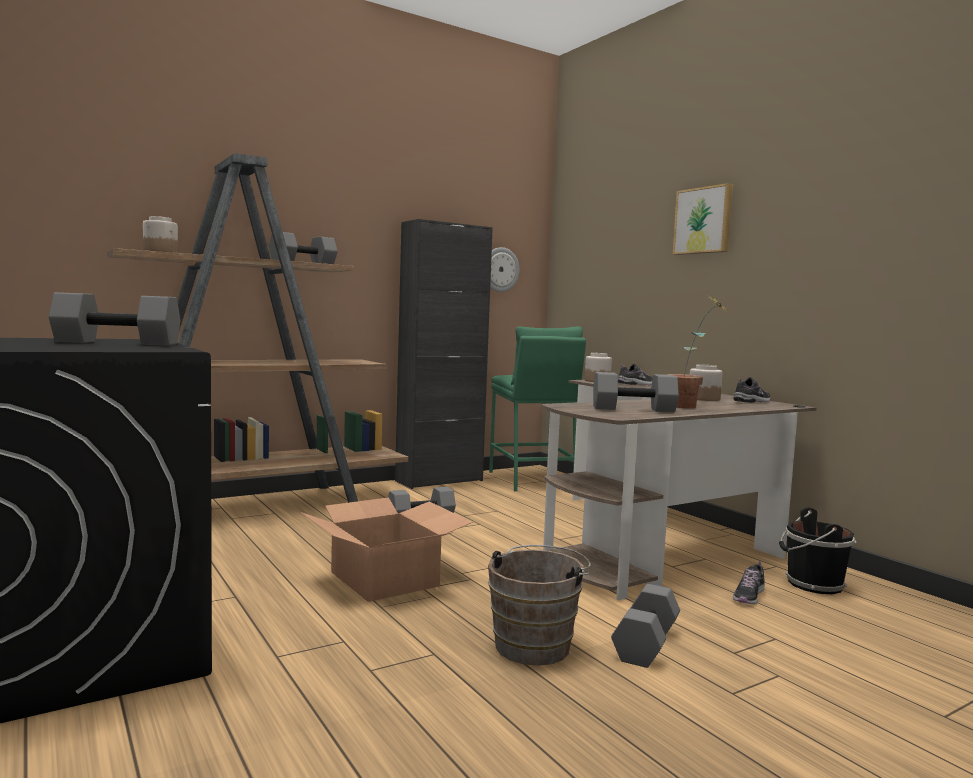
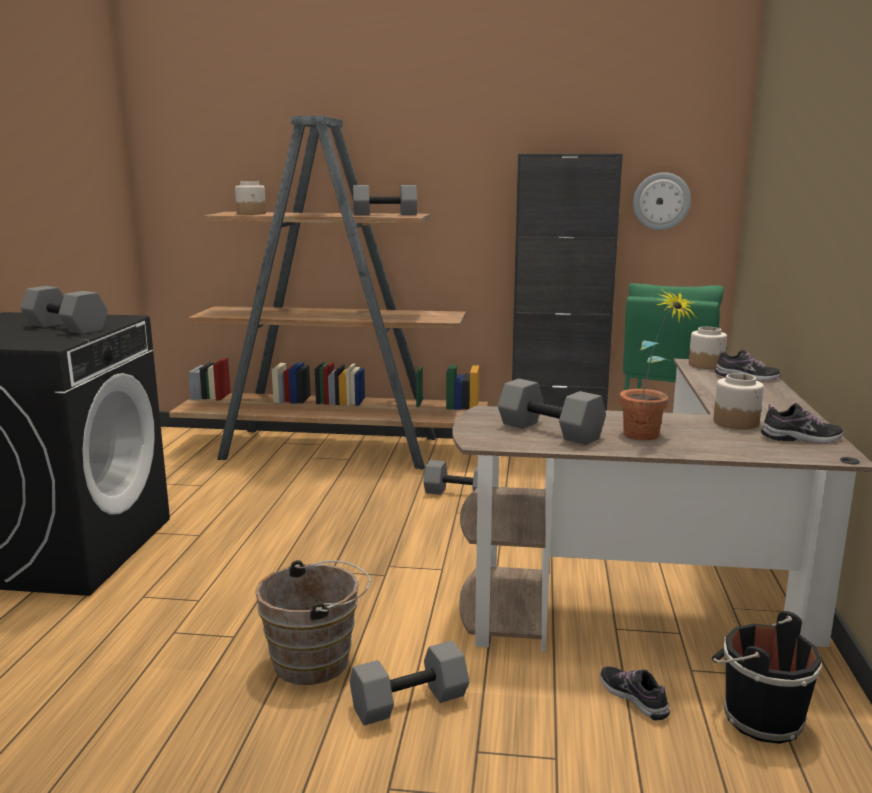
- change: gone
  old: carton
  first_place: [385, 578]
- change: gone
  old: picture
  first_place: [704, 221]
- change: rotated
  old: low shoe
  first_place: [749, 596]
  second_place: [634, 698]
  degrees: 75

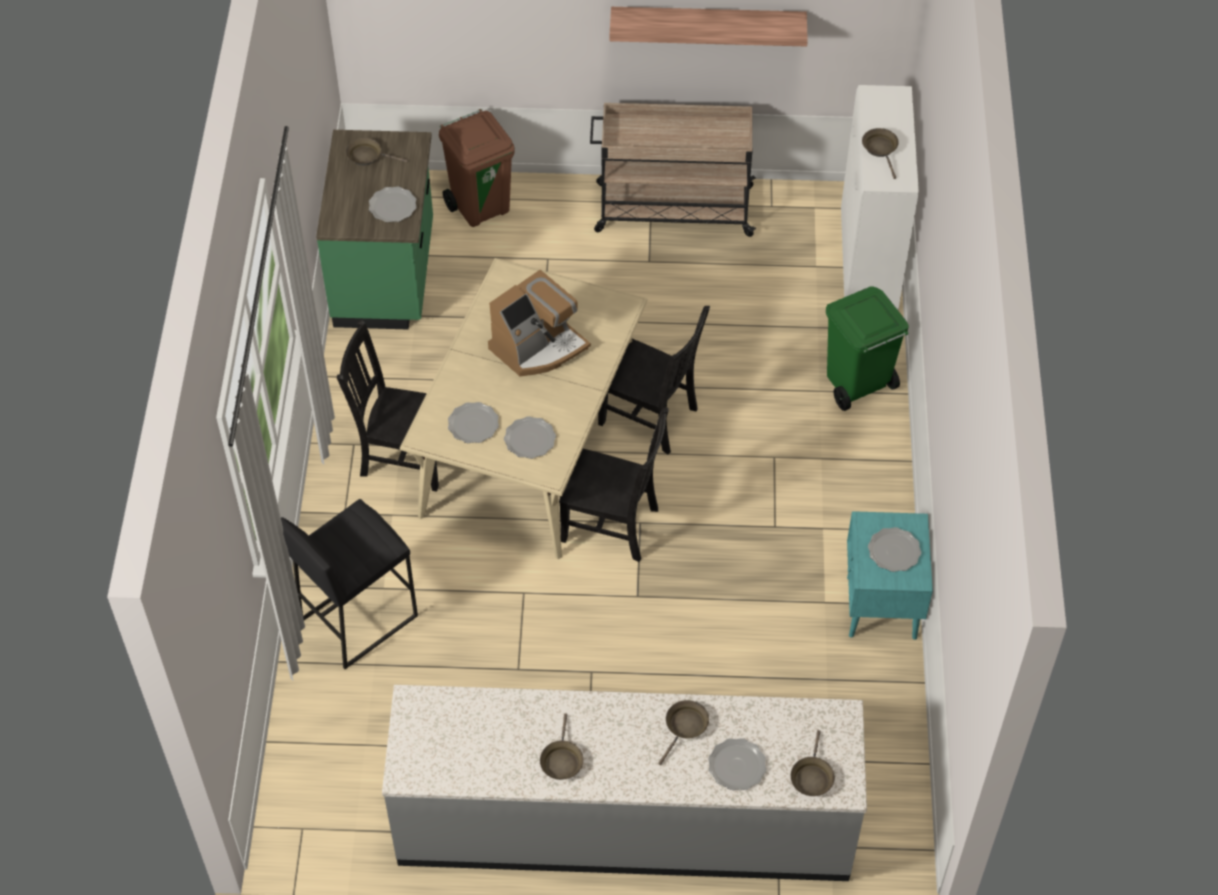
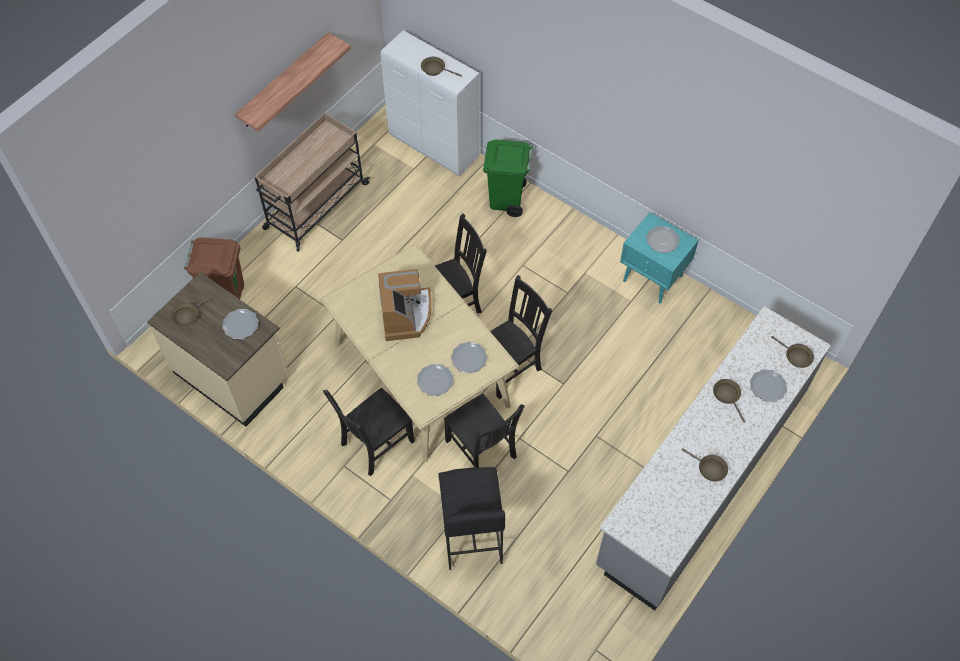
- change: repainted
  old: counter in green
  new: counter in beige
  first_place: [387, 276]
  second_place: [232, 375]
- change: new
  new: chair in blackish
  second_place: [482, 451]

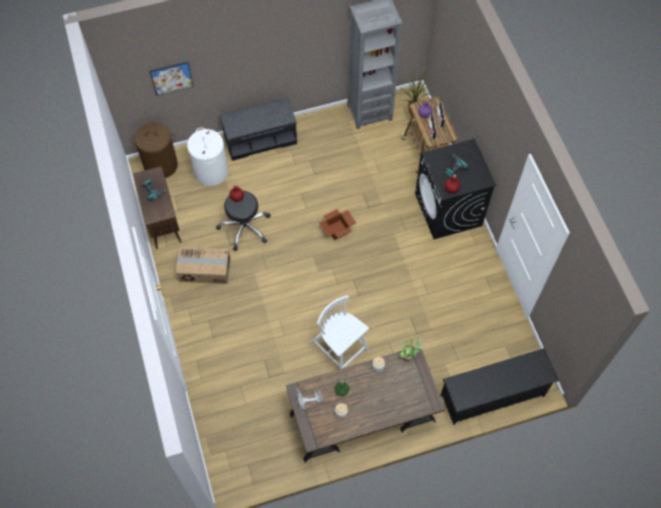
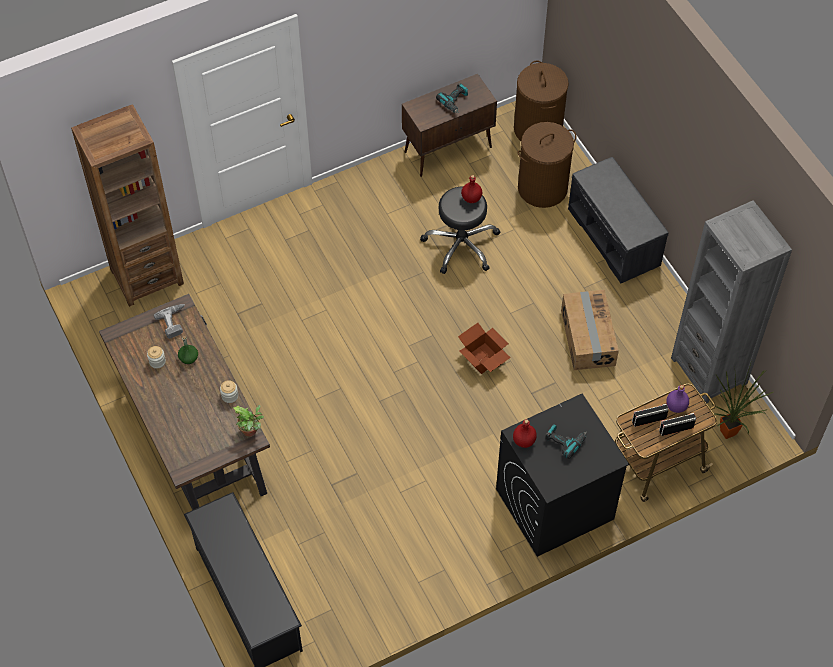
- change: gone
  old: picture
  first_place: [171, 78]
- change: shifted
  old: carton
  first_place: [204, 270]
  second_place: [587, 338]
- change: repainted
  old: laundry basket in white
  new: laundry basket in brown-coloured
  first_place: [211, 171]
  second_place: [542, 188]
- change: gone
  old: chair in white
  first_place: [339, 348]
- change: new
  new: bookcase in brown-coloured
  second_place: [147, 276]

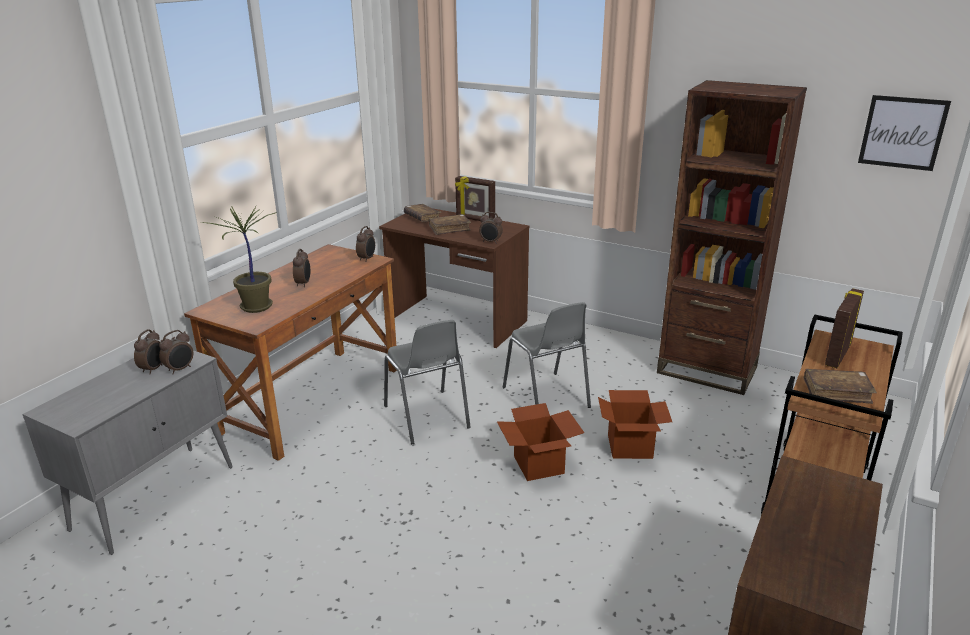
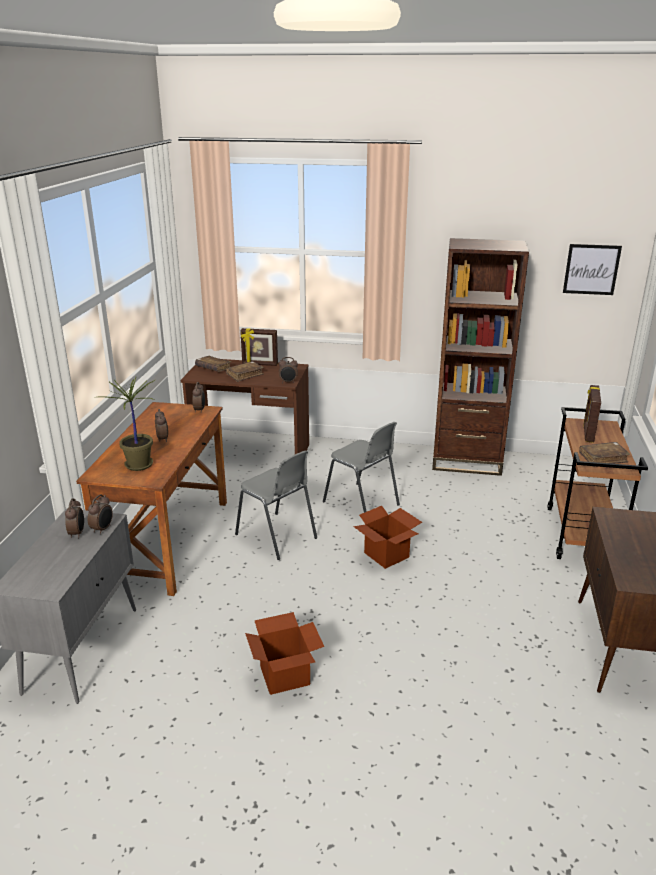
- change: shifted
  old: carton
  first_place: [629, 447]
  second_place: [284, 676]

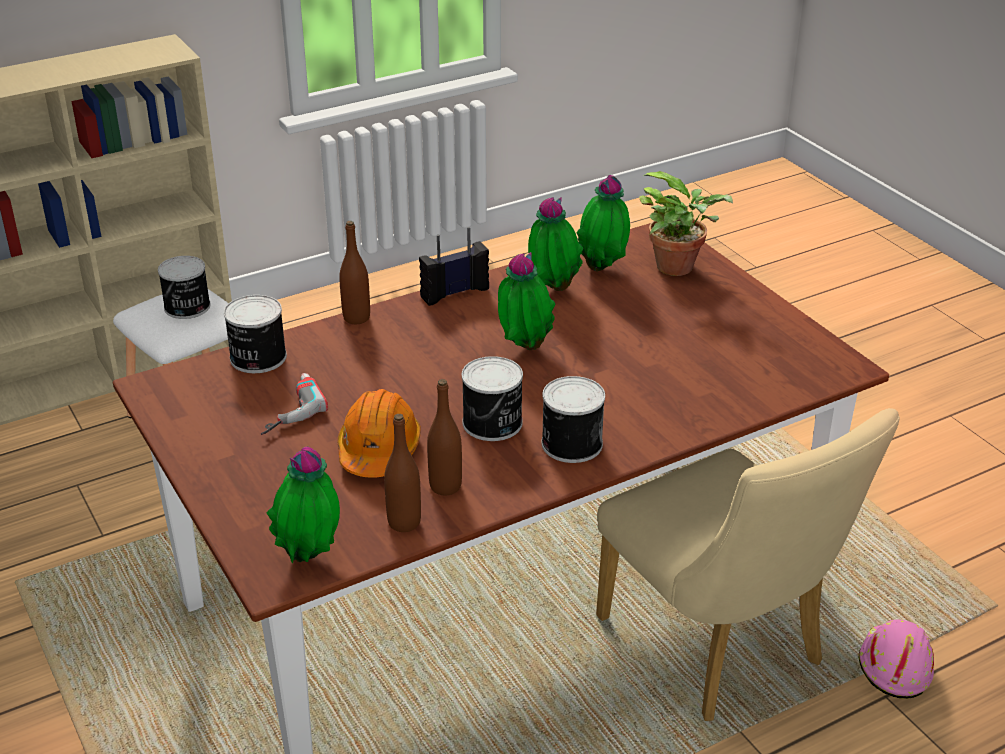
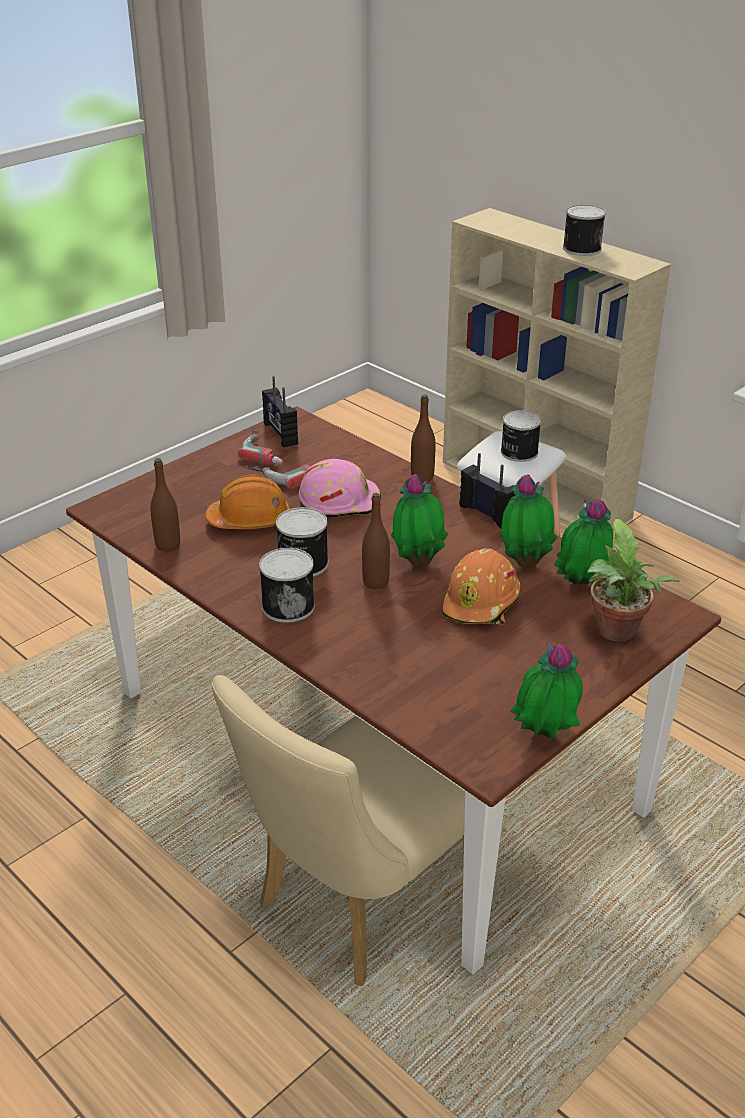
- change: shifted
  old: sealed can
  first_place: [257, 358]
  second_place: [580, 248]
- change: shifted
  old: houseplant
  first_place: [310, 558]
  second_place: [543, 738]
- change: shifted
  old: beverage bottle in brown-coloured
  first_place: [445, 486]
  second_place: [375, 582]
- change: shifted
  old: hard hat in pink
  first_place: [893, 665]
  second_place: [339, 500]
- change: new
  new: electric drill
  second_place: [266, 450]
- change: new
  new: radio set
  second_place: [280, 434]
- change: new
  new: hard hat in orange-coloured
  second_place: [482, 603]

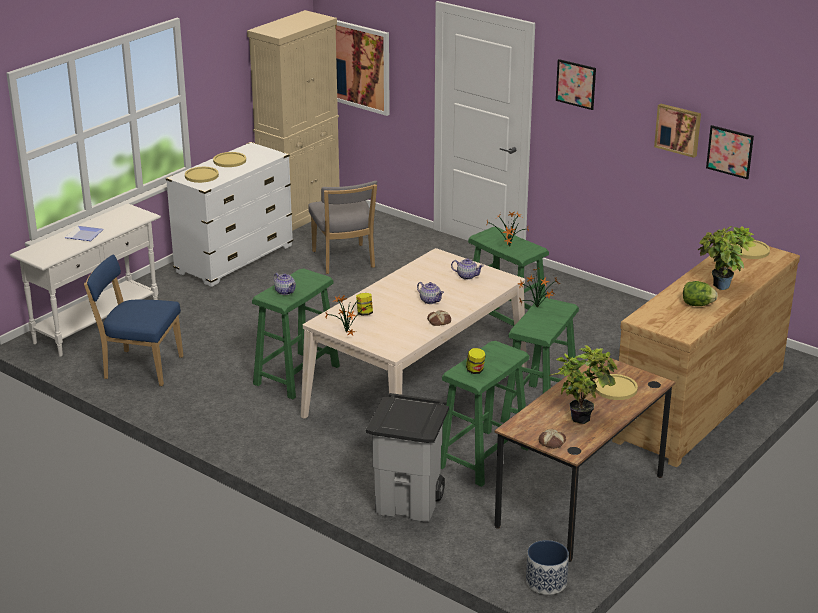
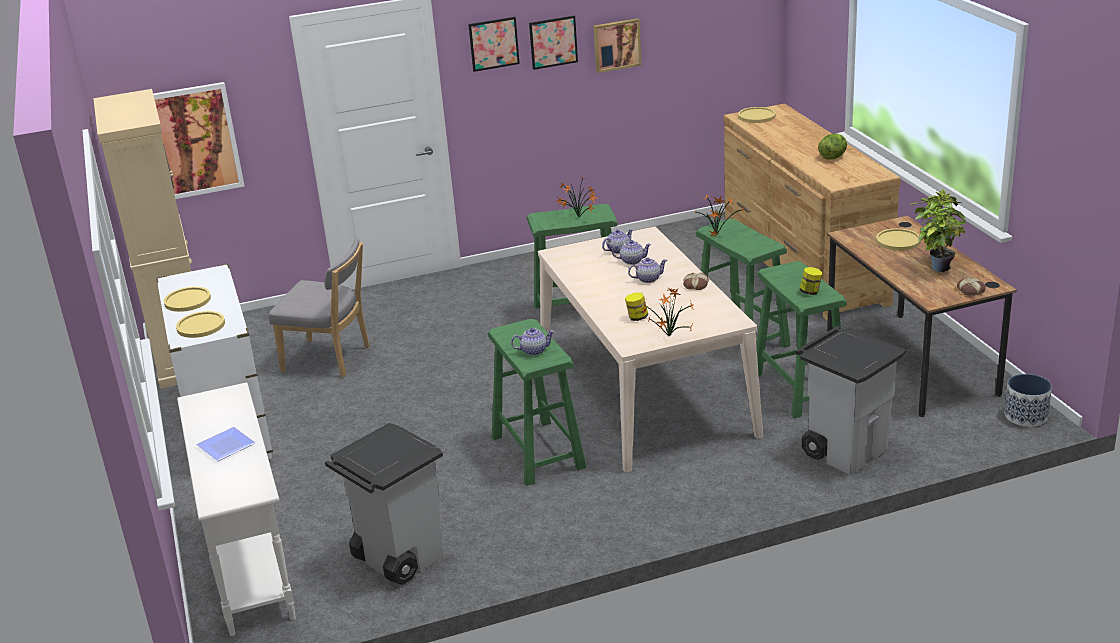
- change: swapped
  old: chair in bluish
  new: trash can in grey
  first_place: [139, 367]
  second_place: [397, 558]
- change: gone
  old: houseplant
  first_place: [721, 288]
- change: shifted
  old: picture
  first_place: [730, 151]
  second_place: [553, 42]
- change: new
  new: teapot
  second_place: [631, 261]

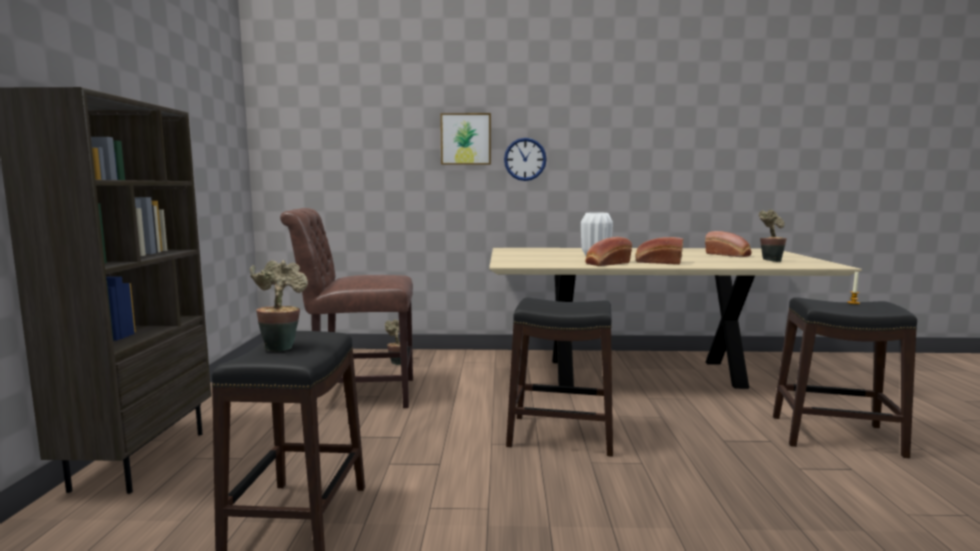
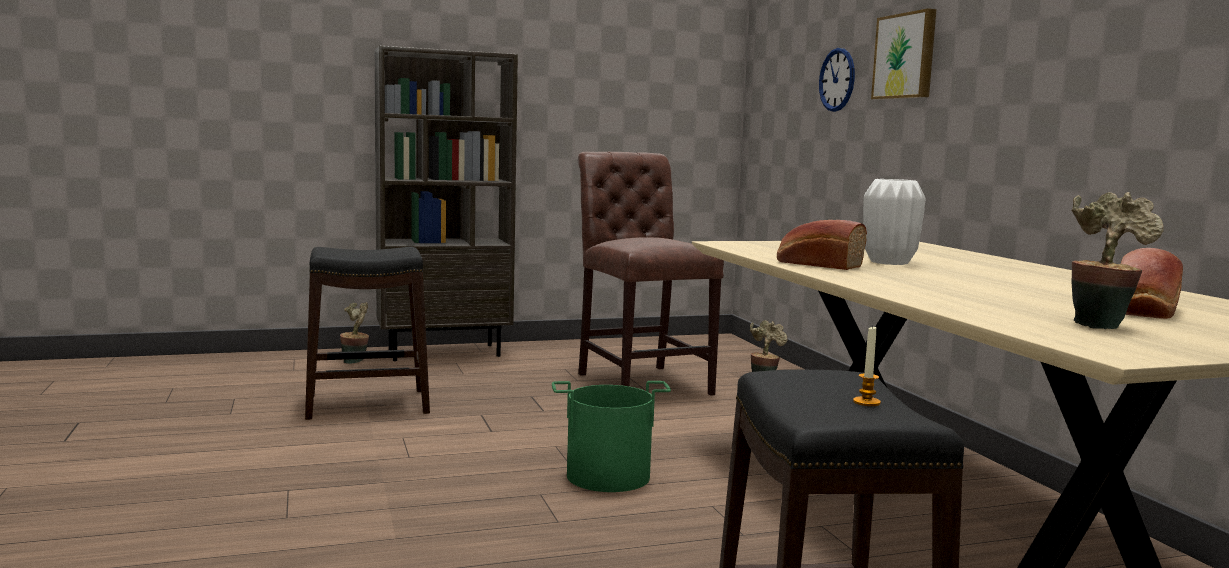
- change: shifted
  old: houseplant
  first_place: [281, 346]
  second_place: [356, 361]
- change: shifted
  old: wall clock
  first_place: [525, 159]
  second_place: [837, 80]
- change: swapped
  old: stool seat in blackish
  new: pail in green
  first_place: [561, 435]
  second_place: [608, 475]
- change: gone
  old: bakery bread
  first_place: [657, 262]

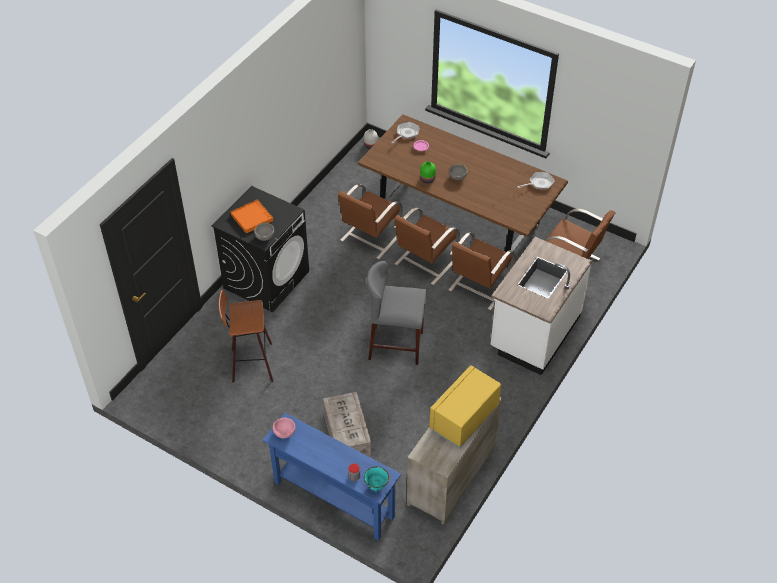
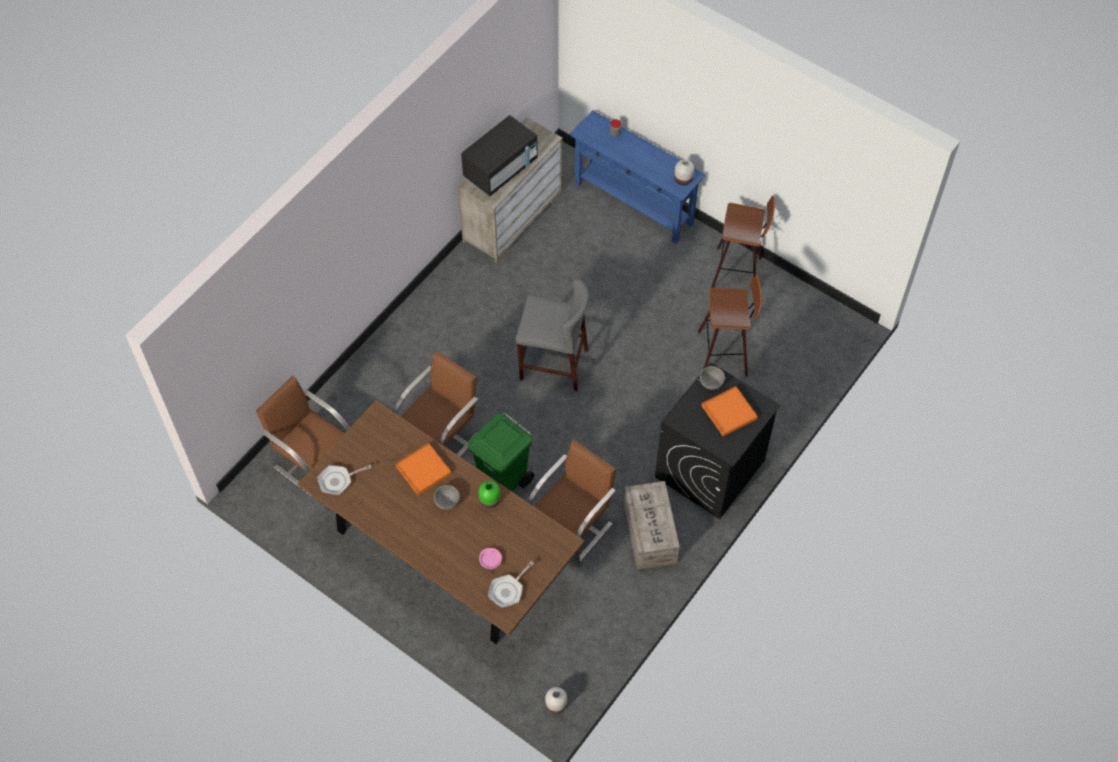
- change: swapped
  old: serving bowl in pink
  new: vase in white
  first_place: [284, 432]
  second_place: [683, 179]
- change: shifted
  old: shipping crate
  first_place: [348, 439]
  second_place: [649, 532]
- change: gone
  old: serving bowl in turquoise
  first_place: [376, 486]
- change: swapped
  old: chair in brown-coloured
  new: trash can in green
  first_place: [424, 263]
  second_place: [503, 478]
- change: repainted
  old: microwave oven in yellow-coloured
  new: microwave oven in blackish
  first_place: [463, 418]
  second_place: [501, 169]
- change: gone
  old: counter in white
  first_place: [534, 333]
- change: new
  new: serving tray in orange-coloured
  second_place: [423, 470]
- change: new
  new: stool seat
  second_place: [738, 273]

